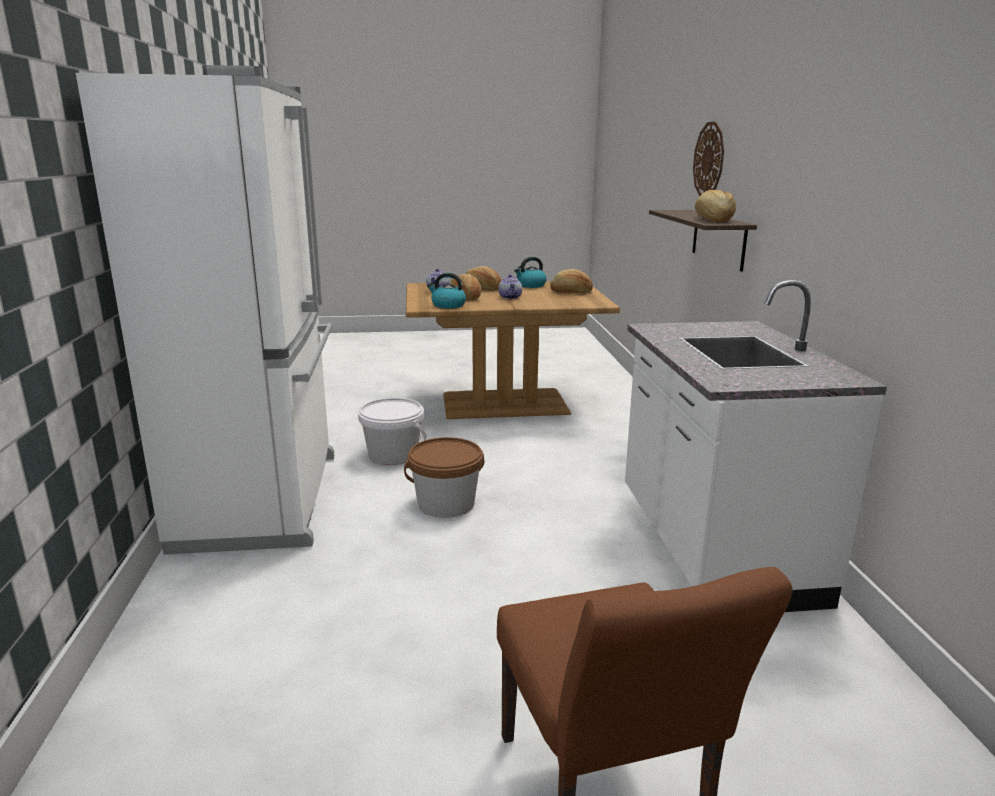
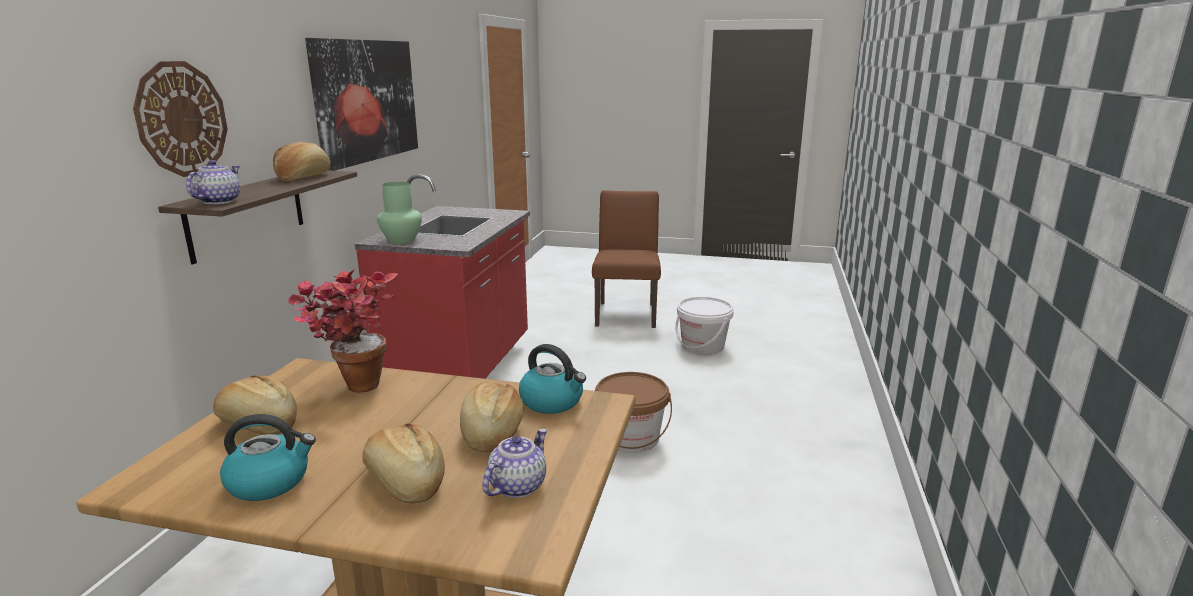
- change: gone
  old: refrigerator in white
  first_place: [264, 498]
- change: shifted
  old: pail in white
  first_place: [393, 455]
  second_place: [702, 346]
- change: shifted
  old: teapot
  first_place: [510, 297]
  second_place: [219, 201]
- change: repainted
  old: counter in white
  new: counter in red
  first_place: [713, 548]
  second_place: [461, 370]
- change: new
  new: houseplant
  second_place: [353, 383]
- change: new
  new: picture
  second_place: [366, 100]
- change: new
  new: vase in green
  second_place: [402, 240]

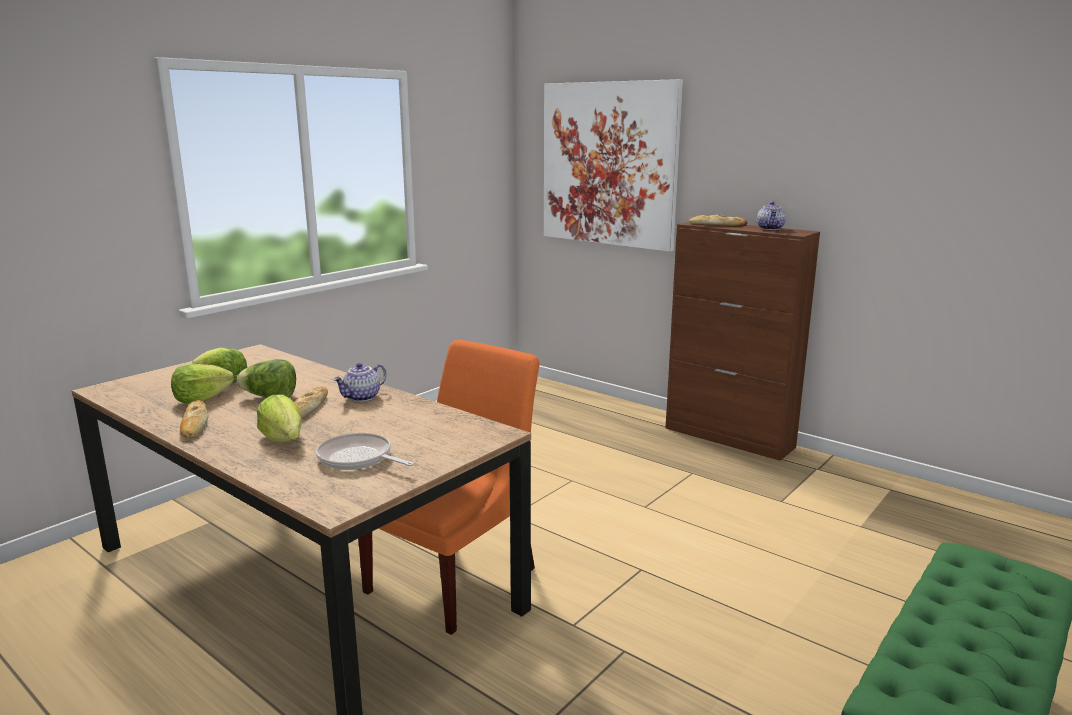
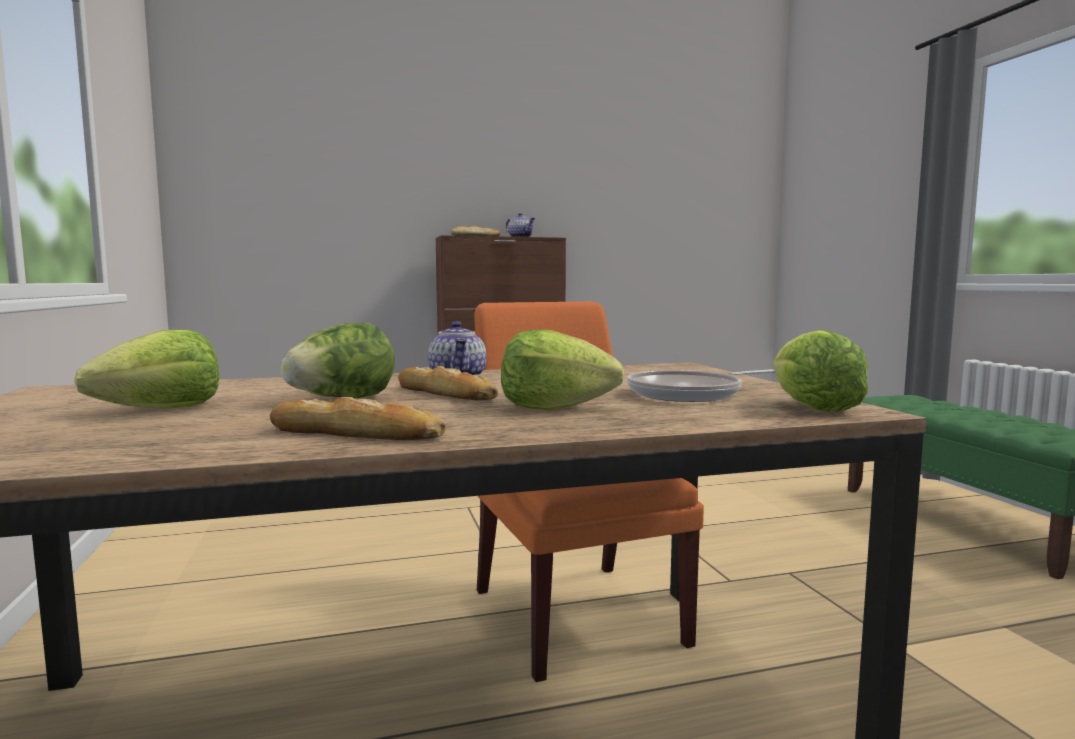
- change: shifted
  old: lettuce head
  first_place: [201, 399]
  second_place: [811, 407]
- change: gone
  old: picture
  first_place: [609, 164]

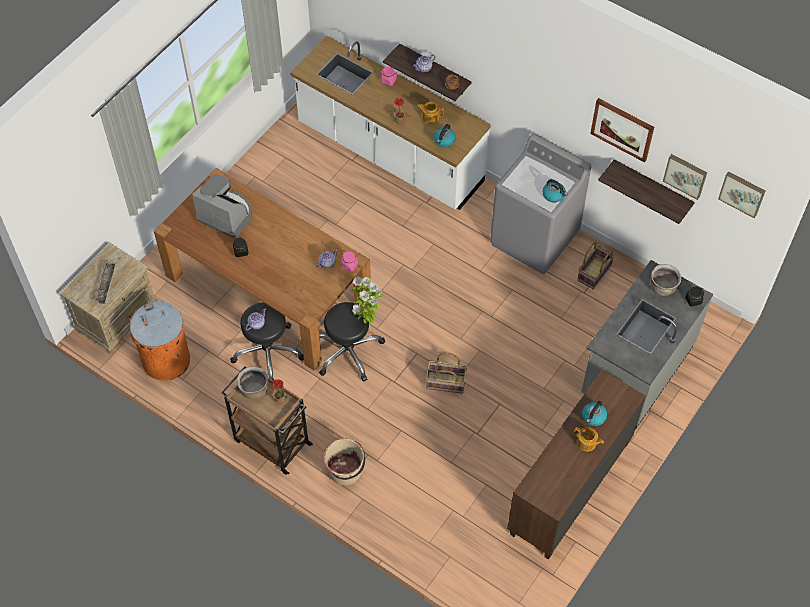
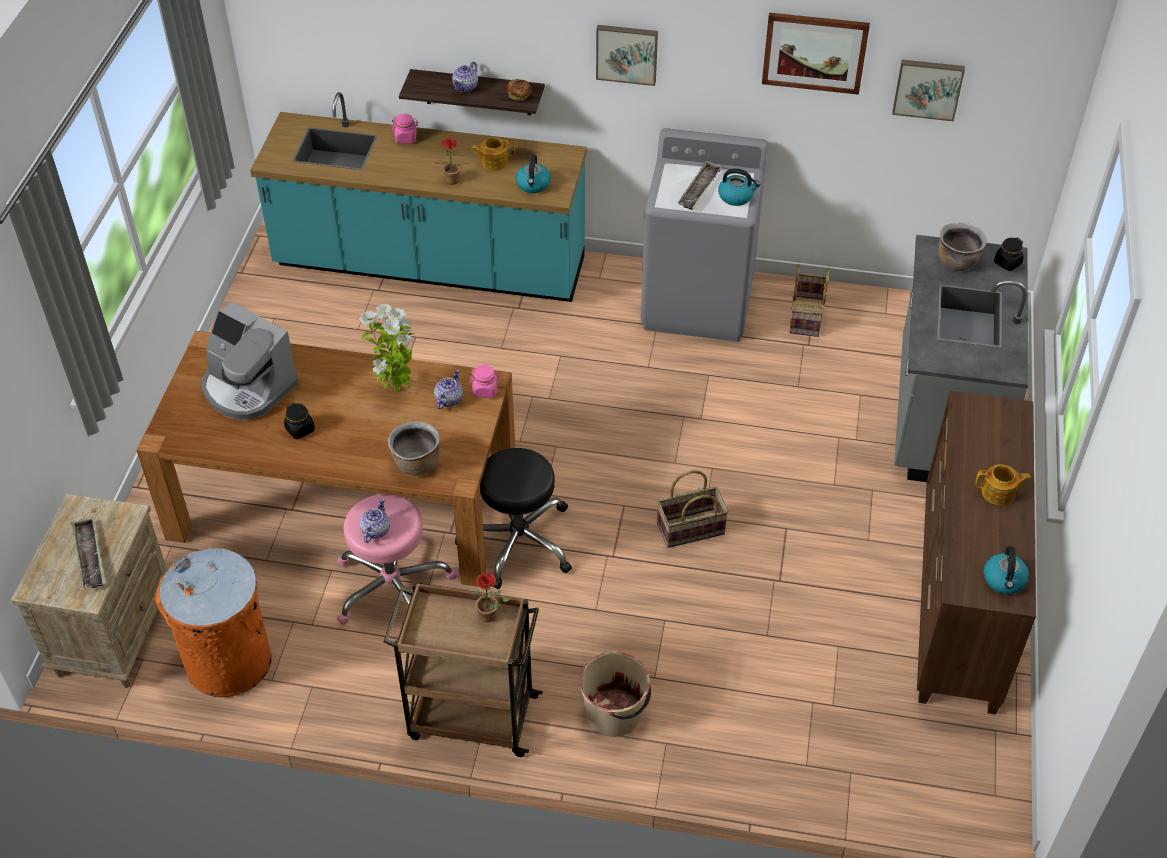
- change: rotated
  old: coffee maker
  first_place: [226, 215]
  second_place: [248, 388]
  degrees: -150
- change: repainted
  old: stool seat in blackish
  new: stool seat in pink
  first_place: [268, 351]
  second_place: [393, 587]
- change: shifted
  old: stockpot in brown-coloured
  first_place: [254, 390]
  second_place: [416, 464]
- change: repainted
  old: counter in white
  new: counter in turquoise
  first_place: [390, 154]
  second_place: [430, 266]
- change: shifted
  old: houseplant
  first_place: [366, 320]
  second_place: [395, 391]
- change: shifted
  old: tea kettle
  first_place: [593, 417]
  second_place: [1004, 580]
- change: gone
  old: wall shelf
  first_place: [652, 188]
- change: shifted
  old: picture
  first_place: [742, 193]
  second_place: [627, 53]
- change: new
  new: serving tray
  second_place: [699, 189]

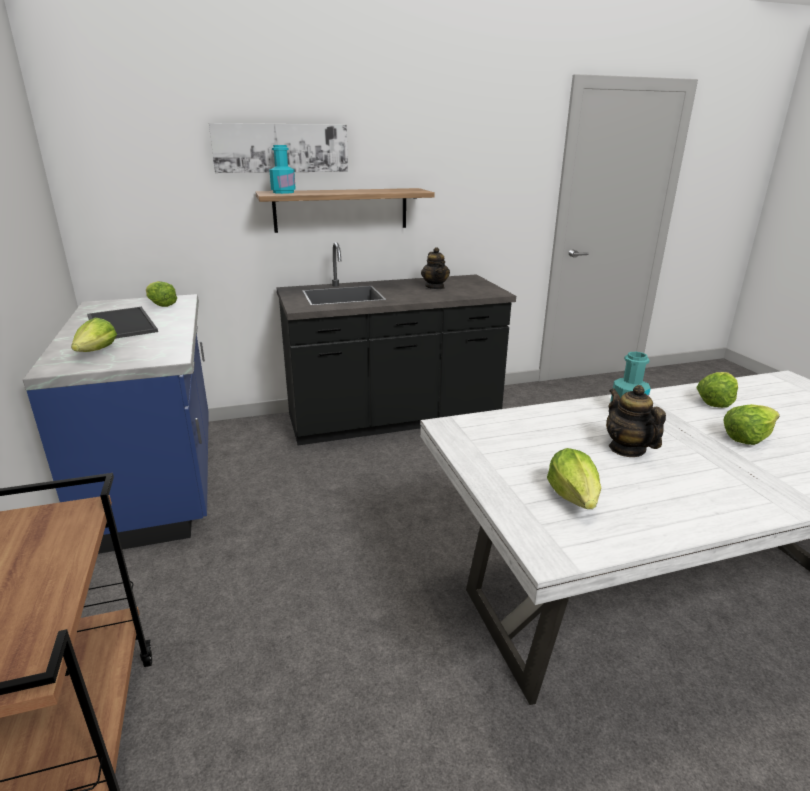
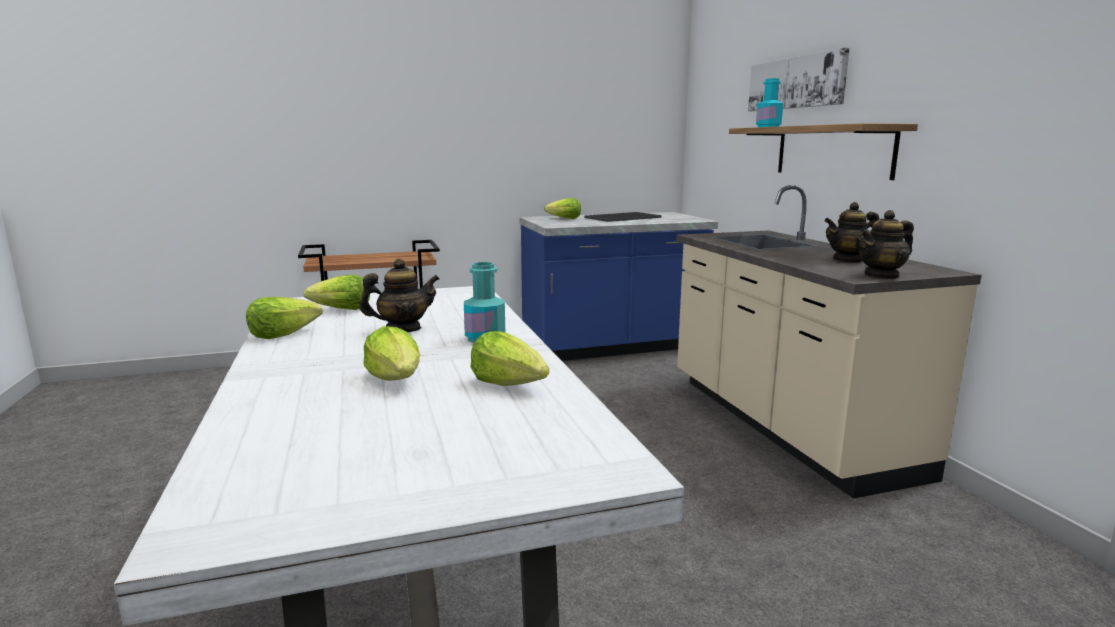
- change: shifted
  old: lettuce head
  first_place: [161, 304]
  second_place: [283, 334]
- change: repainted
  old: counter in blackish
  new: counter in beige
  first_place: [394, 419]
  second_place: [784, 425]
- change: new
  new: teapot
  second_place: [882, 276]

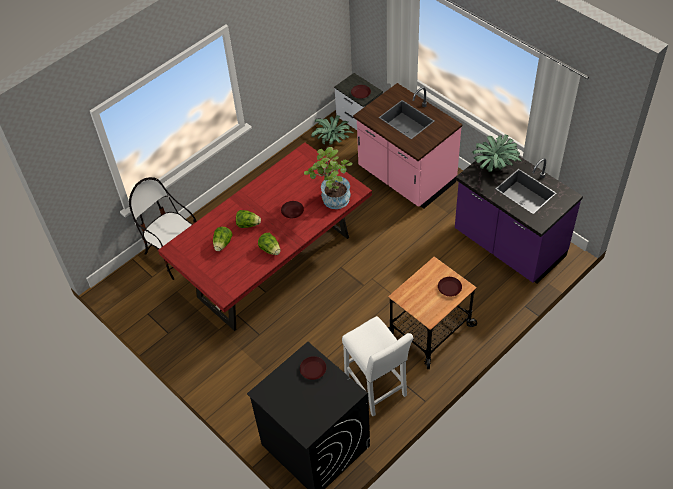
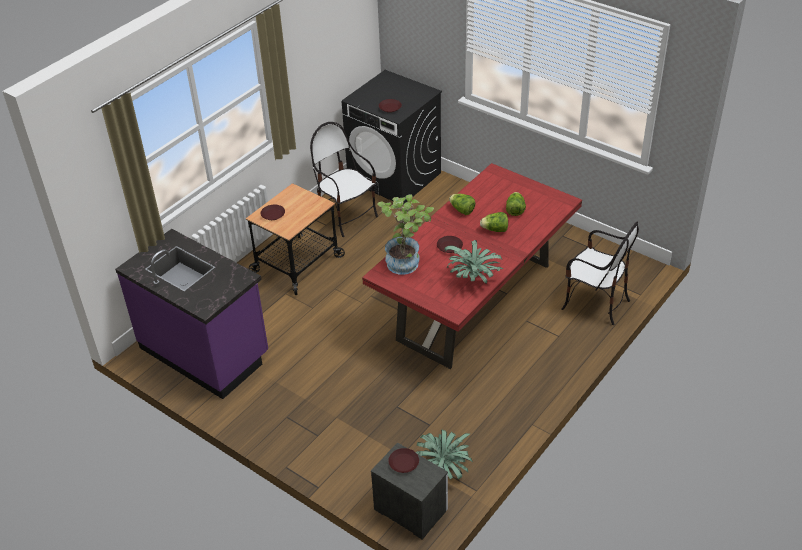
- change: swapped
  old: stool seat in white
  new: chair
  first_place: [376, 389]
  second_place: [346, 216]
- change: gone
  old: counter in pink
  first_place: [406, 177]
- change: shifted
  old: houseplant
  first_place: [495, 165]
  second_place: [473, 278]

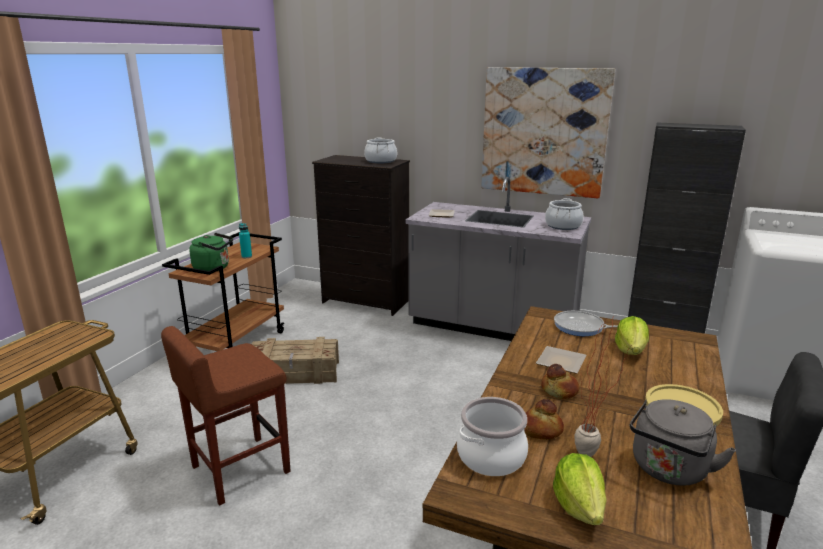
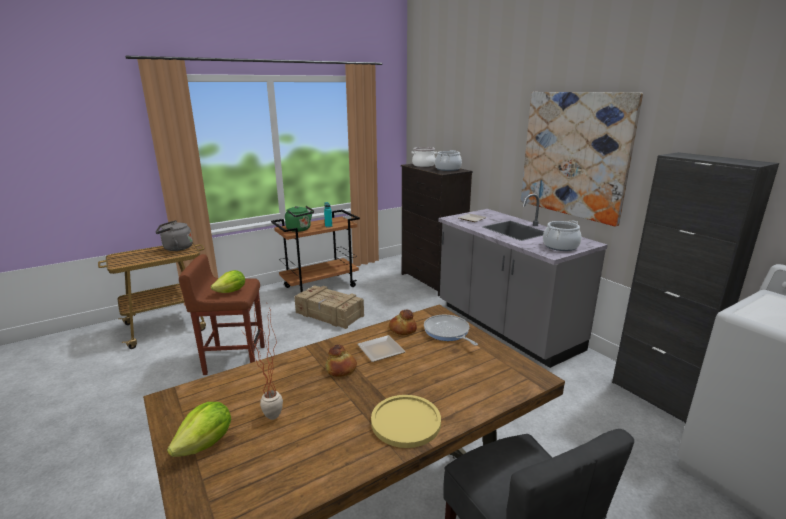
- change: shifted
  old: stockpot
  first_place: [491, 456]
  second_place: [423, 165]
- change: shifted
  old: bakery bread
  first_place: [540, 430]
  second_place: [402, 329]
- change: shifted
  old: lettuce head
  first_place: [630, 350]
  second_place: [231, 291]
- change: shifted
  old: tea kettle in grey
  first_place: [668, 470]
  second_place: [176, 248]

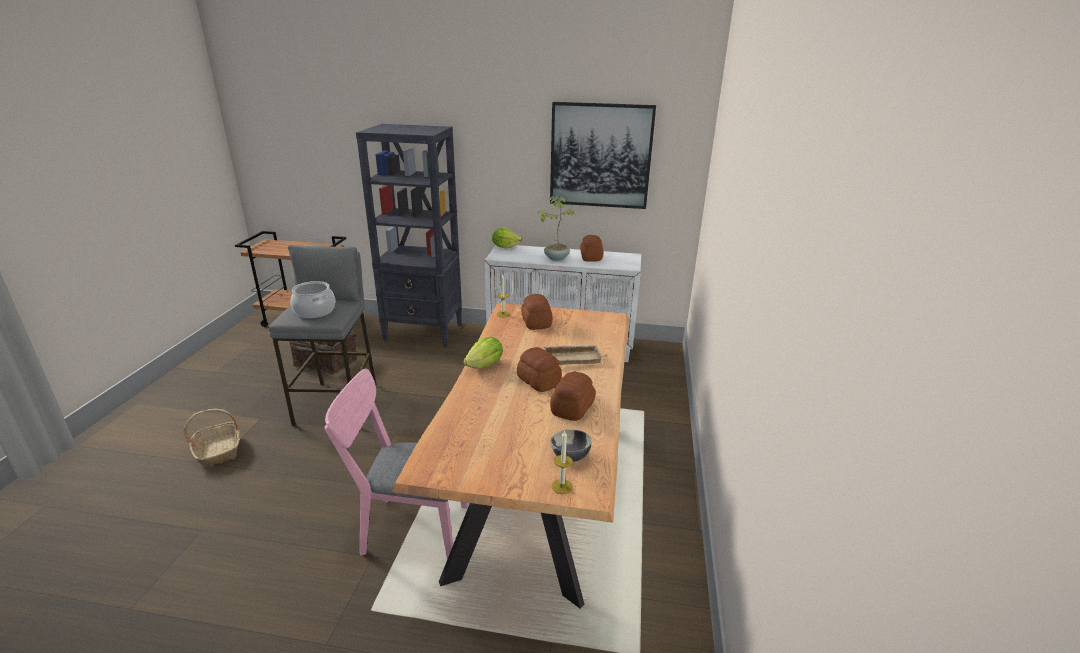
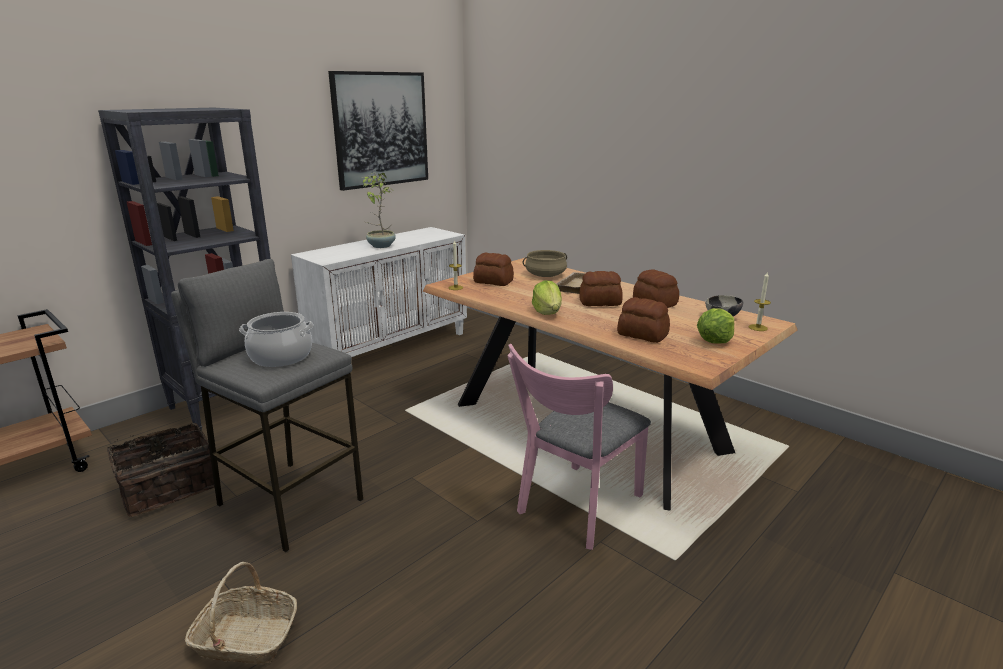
- change: shifted
  old: lettuce head
  first_place: [505, 247]
  second_place: [715, 341]
- change: shifted
  old: bakery bread
  first_place: [590, 257]
  second_place: [642, 335]
- change: new
  new: stockpot in beige
  second_place: [545, 275]

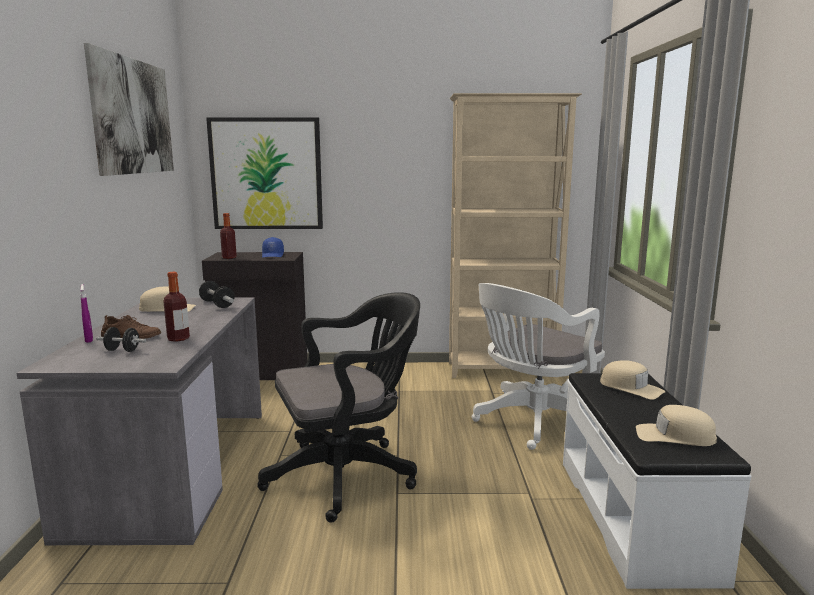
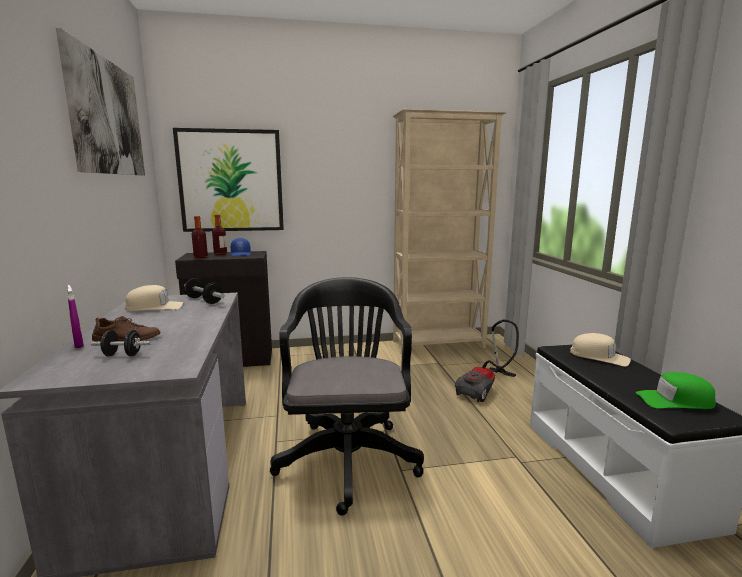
- change: shifted
  old: beverage bottle
  first_place: [178, 338]
  second_place: [220, 254]
- change: rotated
  old: desk chair in blackish
  first_place: [347, 475]
  second_place: [348, 456]
  degrees: -60
- change: swapped
  old: desk chair in white
  new: hoover
  first_place: [532, 423]
  second_place: [485, 389]
- change: repainted
  old: peaked cap in beige
  new: peaked cap in green
  first_place: [674, 436]
  second_place: [675, 401]

